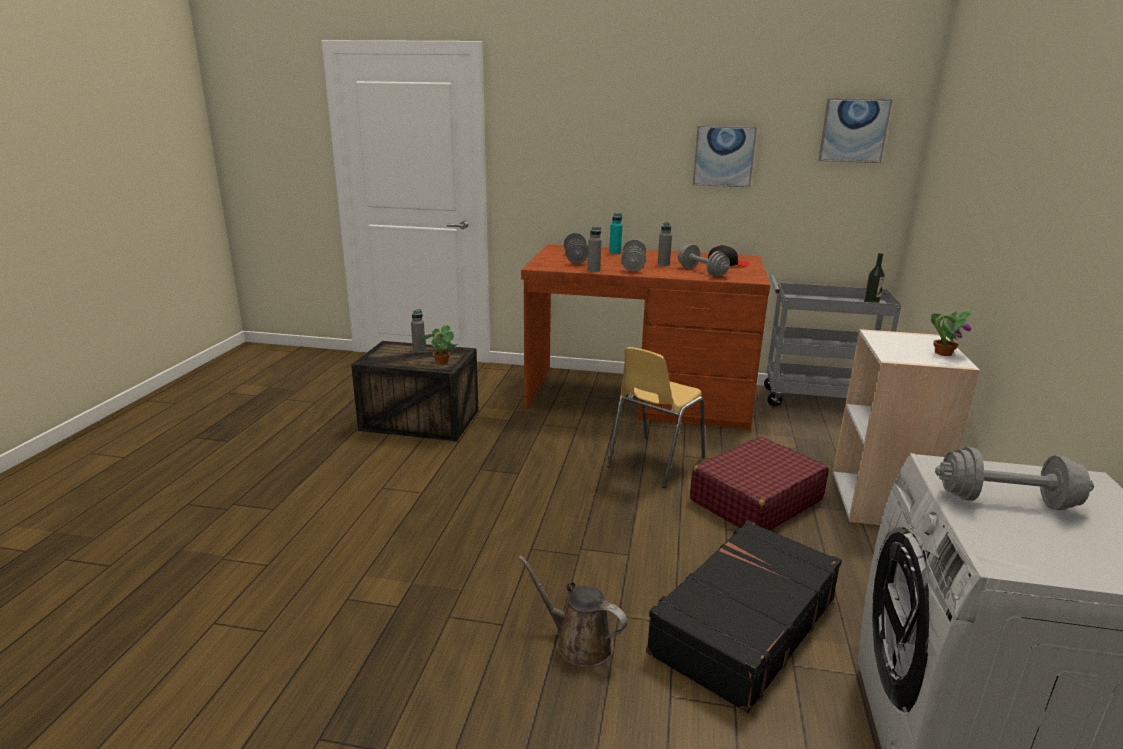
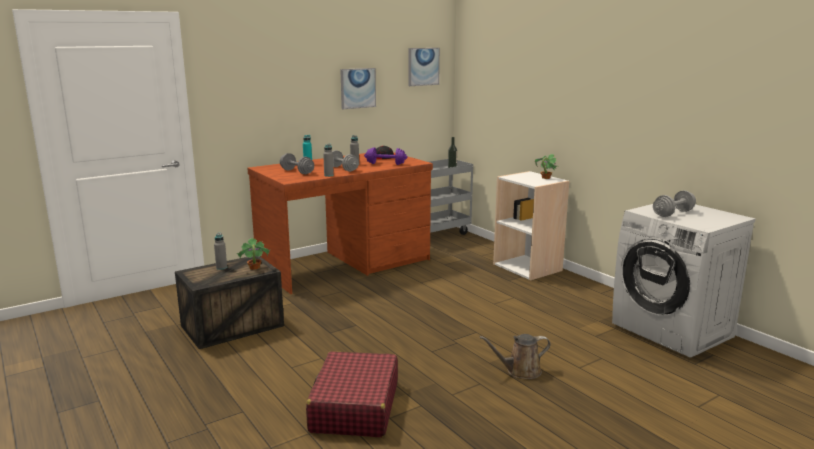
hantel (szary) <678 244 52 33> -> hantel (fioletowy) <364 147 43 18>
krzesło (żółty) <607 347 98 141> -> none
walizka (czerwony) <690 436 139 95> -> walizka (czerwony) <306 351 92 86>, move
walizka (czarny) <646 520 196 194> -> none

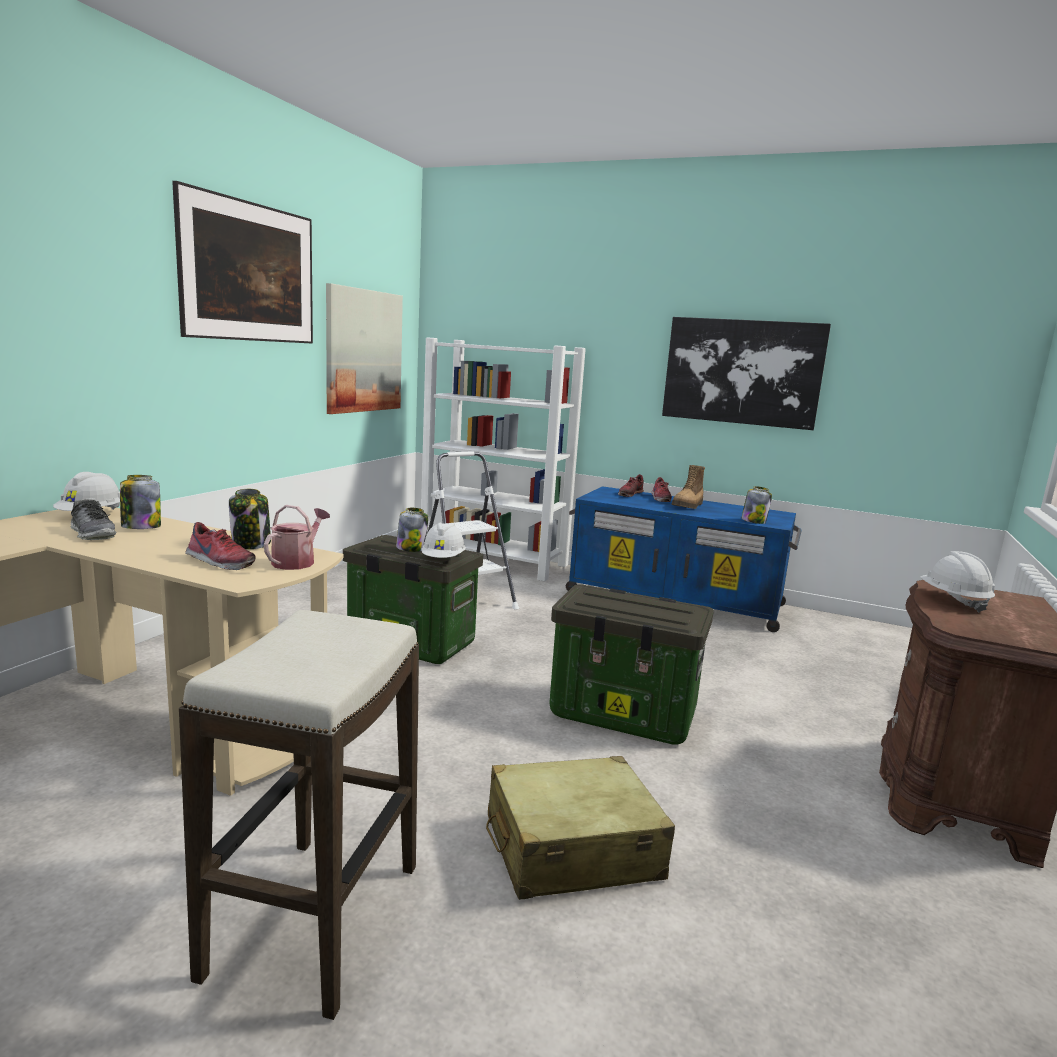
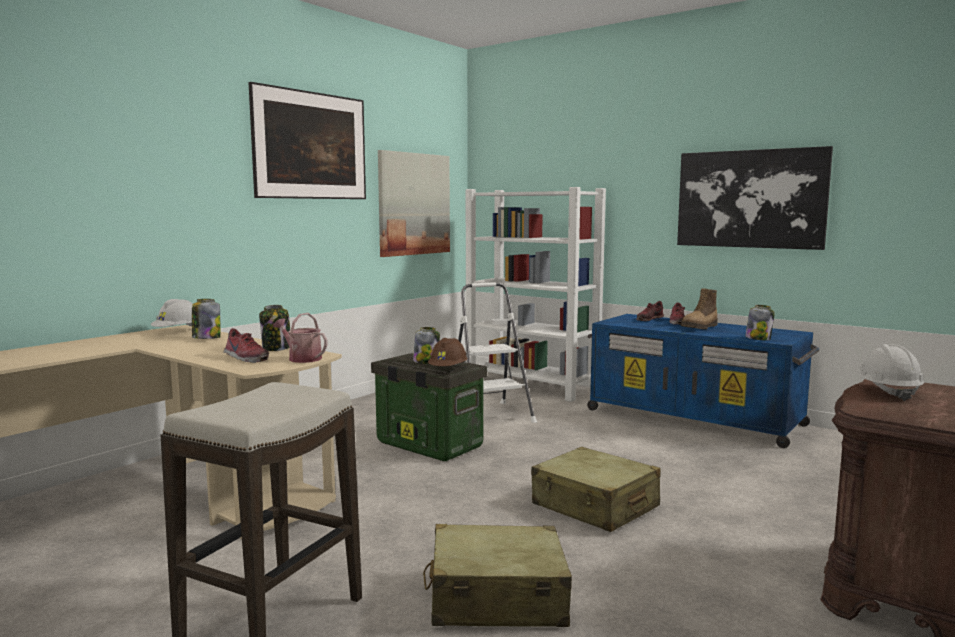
but <71 499 45 41> -> none
konewka <264 505 66 65> -> konewka <273 313 55 50>, 90 degrees counterclockwise
kask (biały) <422 522 44 36> -> kask (brązowy) <428 338 39 28>
pojemnik do przechowywania <549 584 165 161> -> walizka (beżowy) <531 447 130 85>

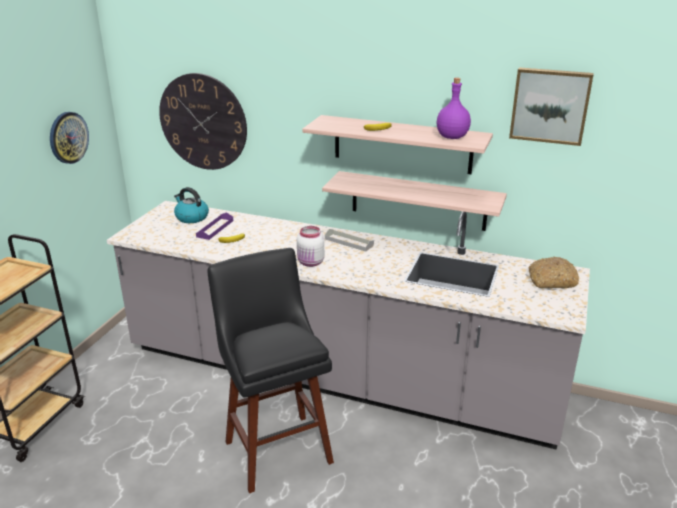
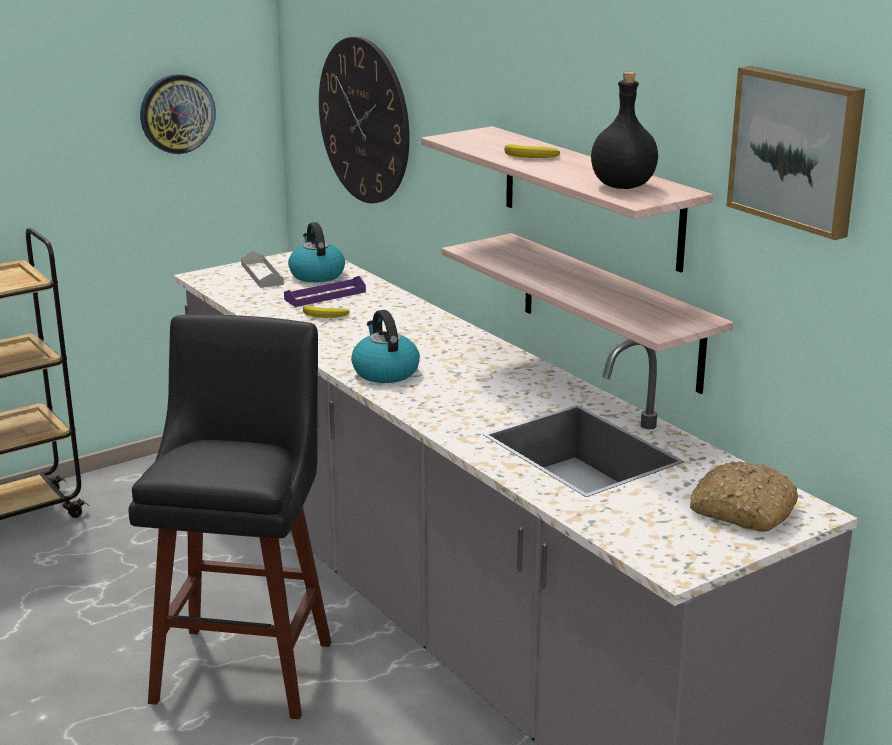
butelka (fioletowy) <437 78 34 61> -> butelka (czarny) <591 72 67 117>
słoik (biały) <297 226 27 41> -> czajnik <351 310 69 73>
taca (szary) <325 229 49 23> -> taca (szary) <241 251 43 37>, move

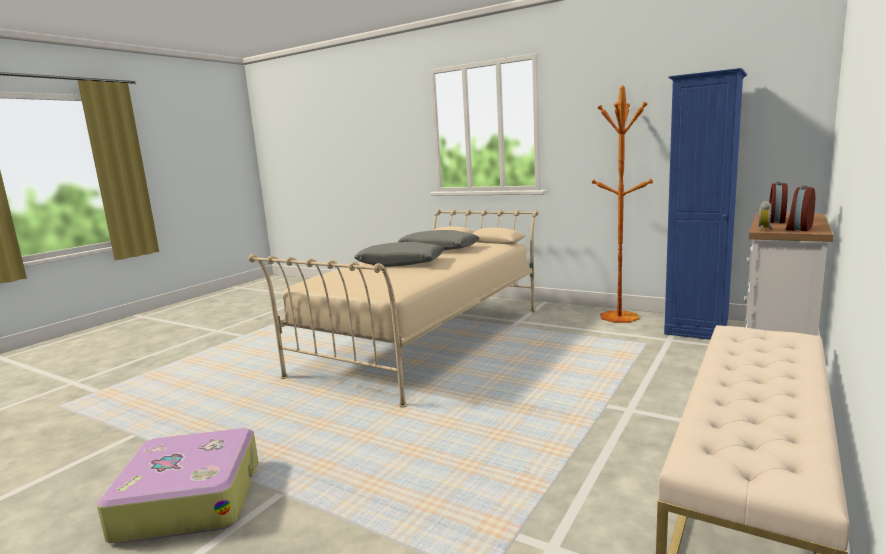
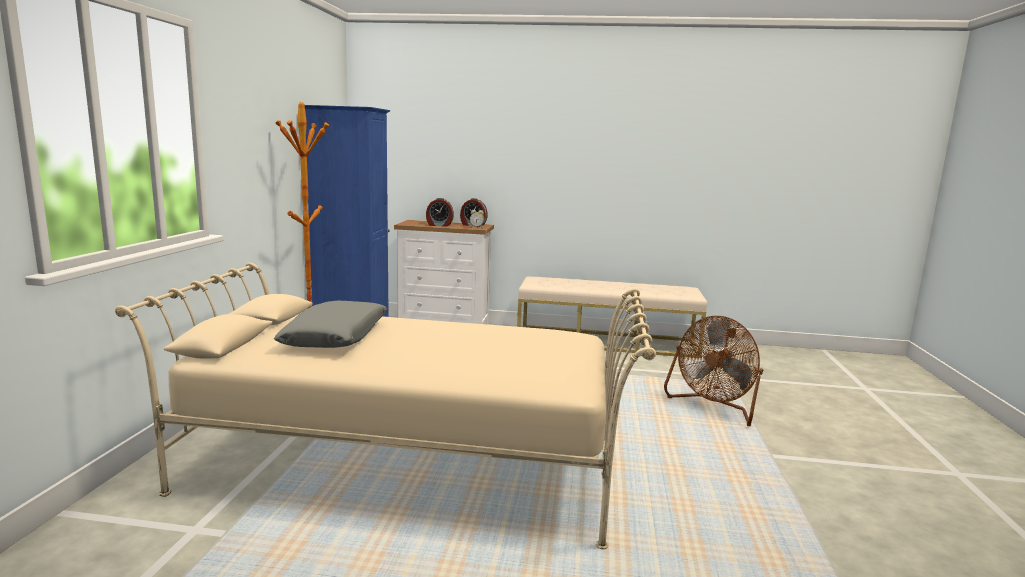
poduszka (szary) <354 242 90 25> -> none
walizka <97 428 161 115> -> none
none -> wentylator (brązowy) <664 316 99 110>

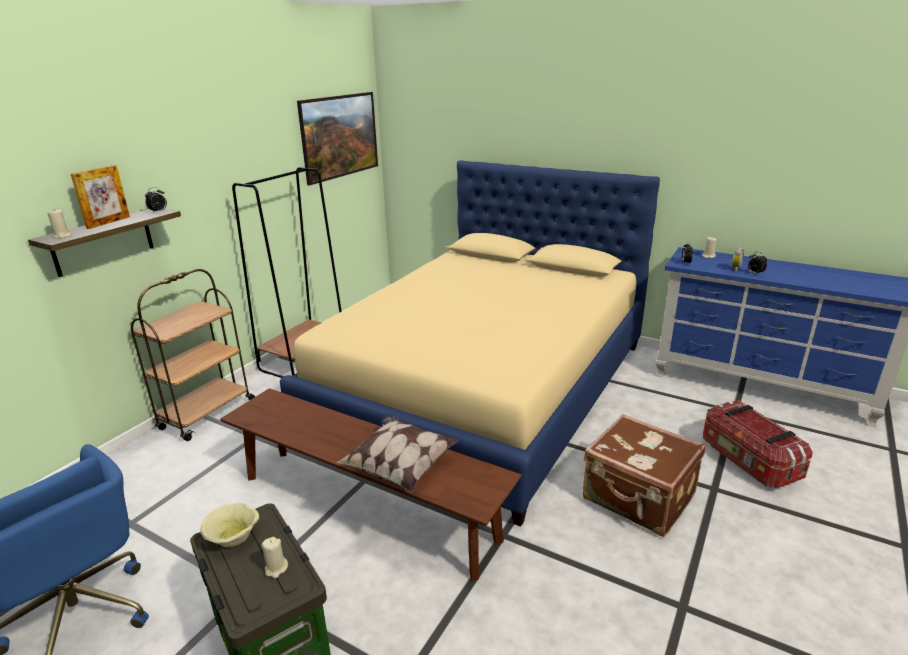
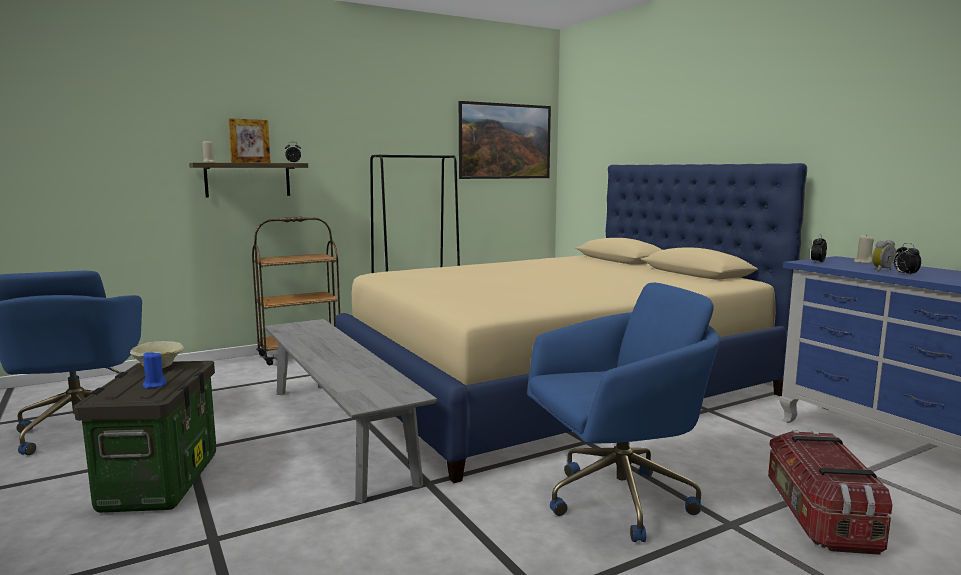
ławka (brązowy) <220 388 302 193> -> ławka (szary) <265 319 172 184>
walizka (brązowy) <583 414 123 123> -> krzesło biurowe (niebieski) <527 283 193 259>
poduszka <336 416 123 76> -> none
świeca (beżowy) <262 537 26 41> -> świeca (niebieski) <143 351 24 38>

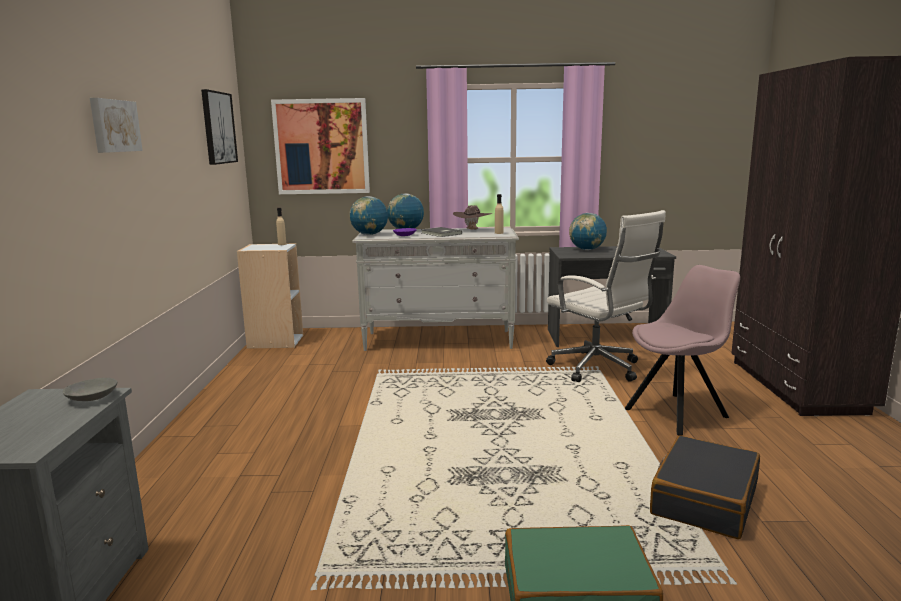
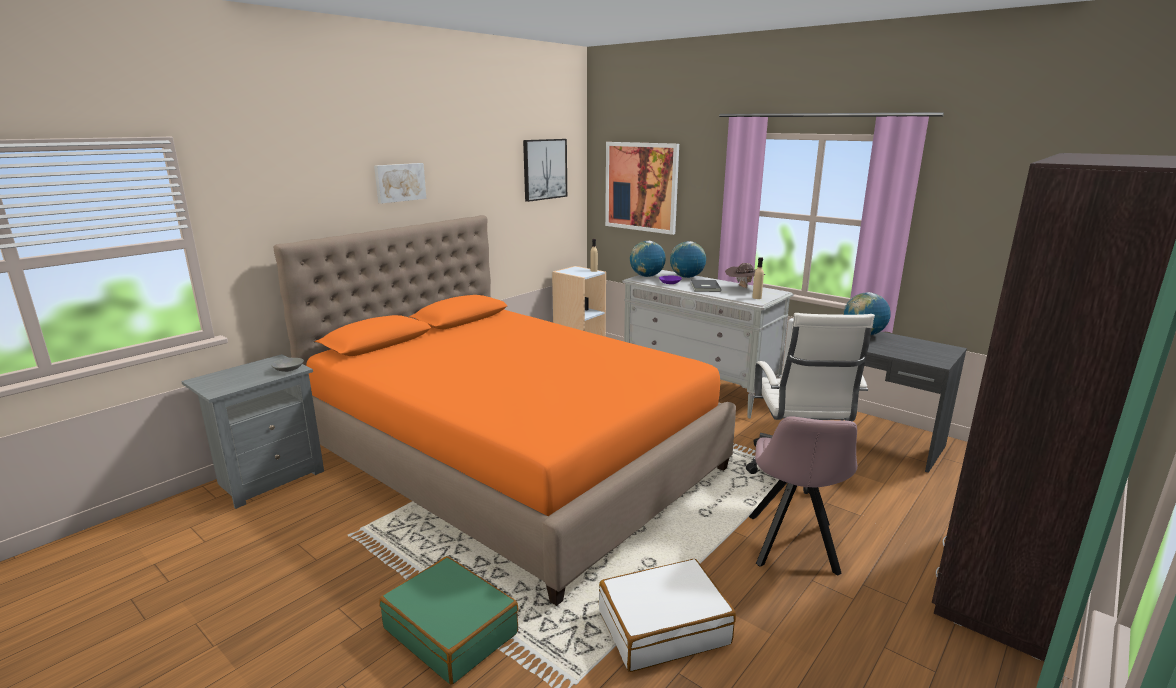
krzesło (różowy) <625 265 115 171> -> krzesło (różowy) <749 416 108 160>, 90 degrees clockwise
walizka (czarny) <650 436 110 103> -> walizka (biały) <599 559 137 113>
none -> łóżko (pomarańczowy) <274 215 462 391>

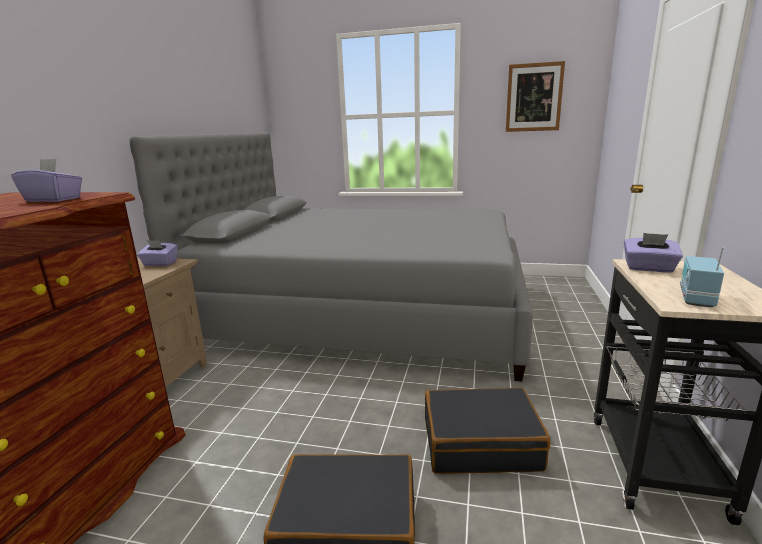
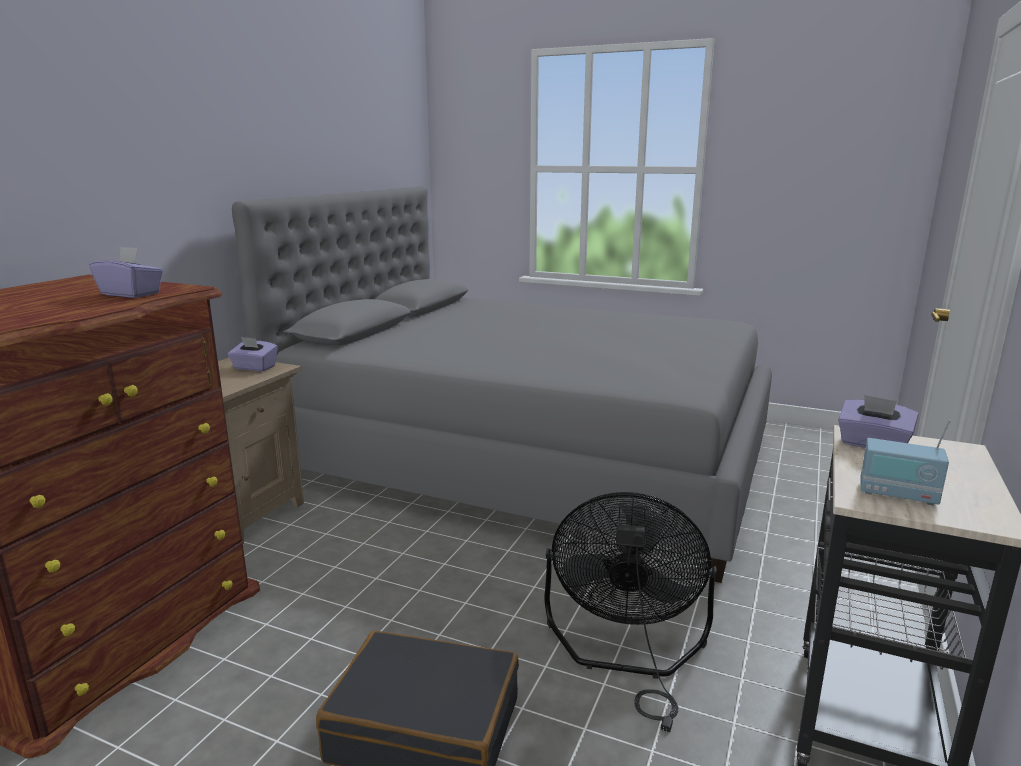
obraz <506 61 59 71> -> none
radio <680 247 44 60> -> radio <860 420 91 86>, 105 degrees counterclockwise
walizka (czarny) <425 388 125 86> -> wentylator (czarny) <544 492 173 240>

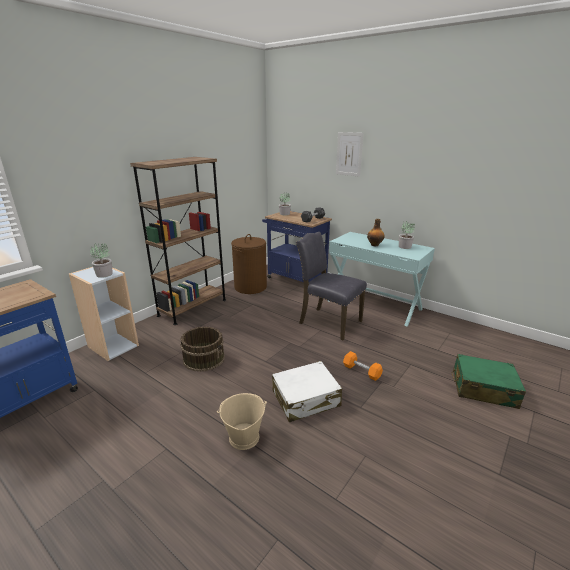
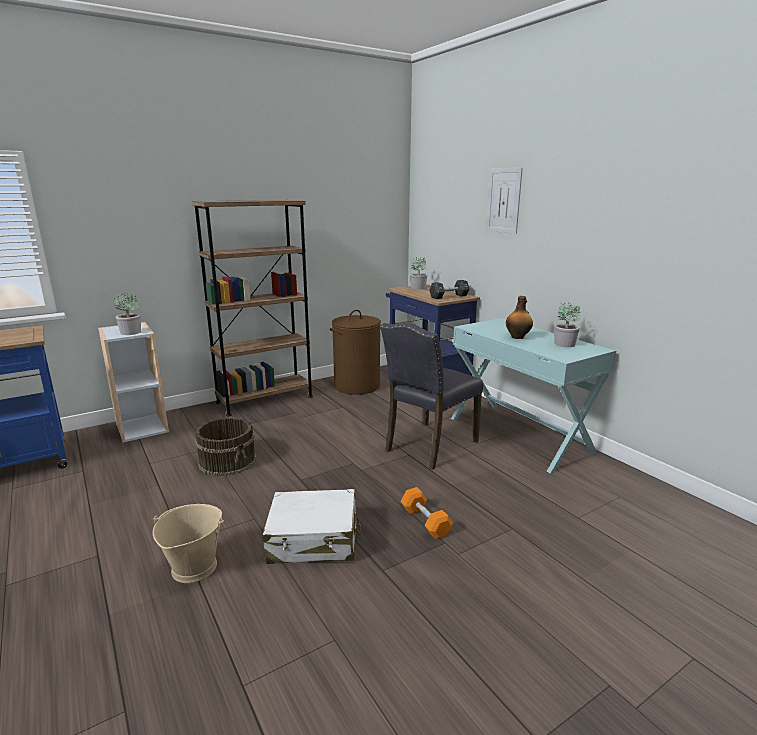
krzesło (szary) <296 232 71 108> -> krzesło (szary) <380 323 103 147>, 105 degrees counterclockwise
walizka (zielony) <452 354 74 55> -> none

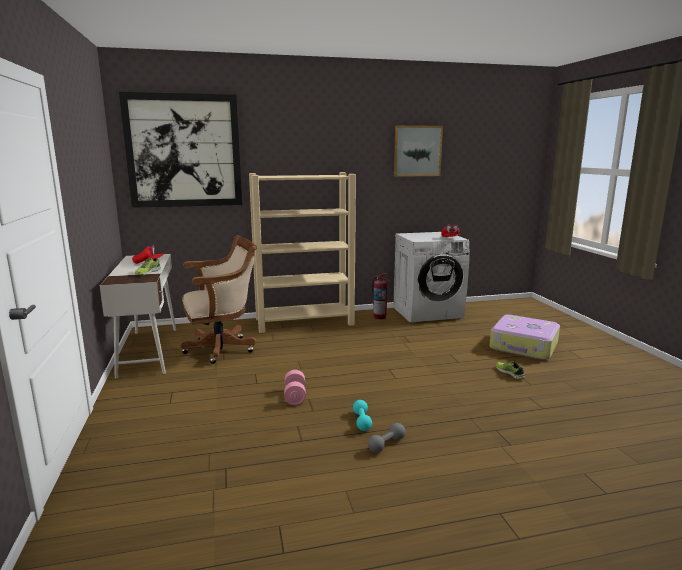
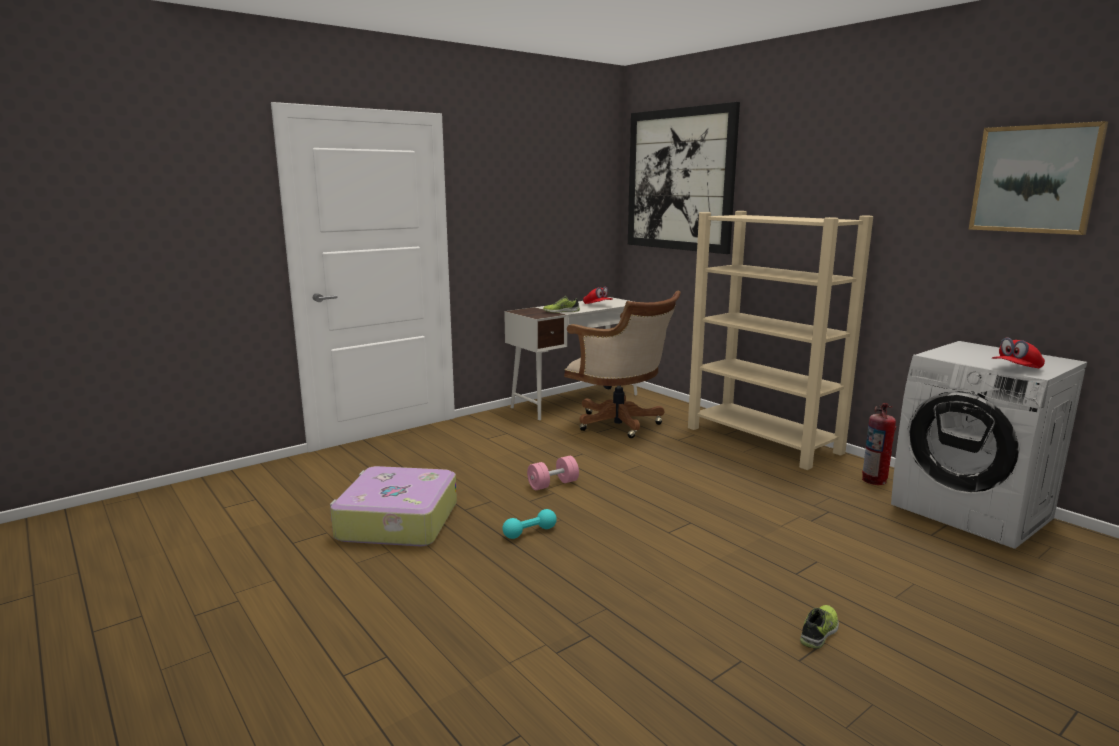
walizka <490 314 70 46> -> walizka <330 466 127 80>, move
hantel (szary) <368 423 38 30> -> none

